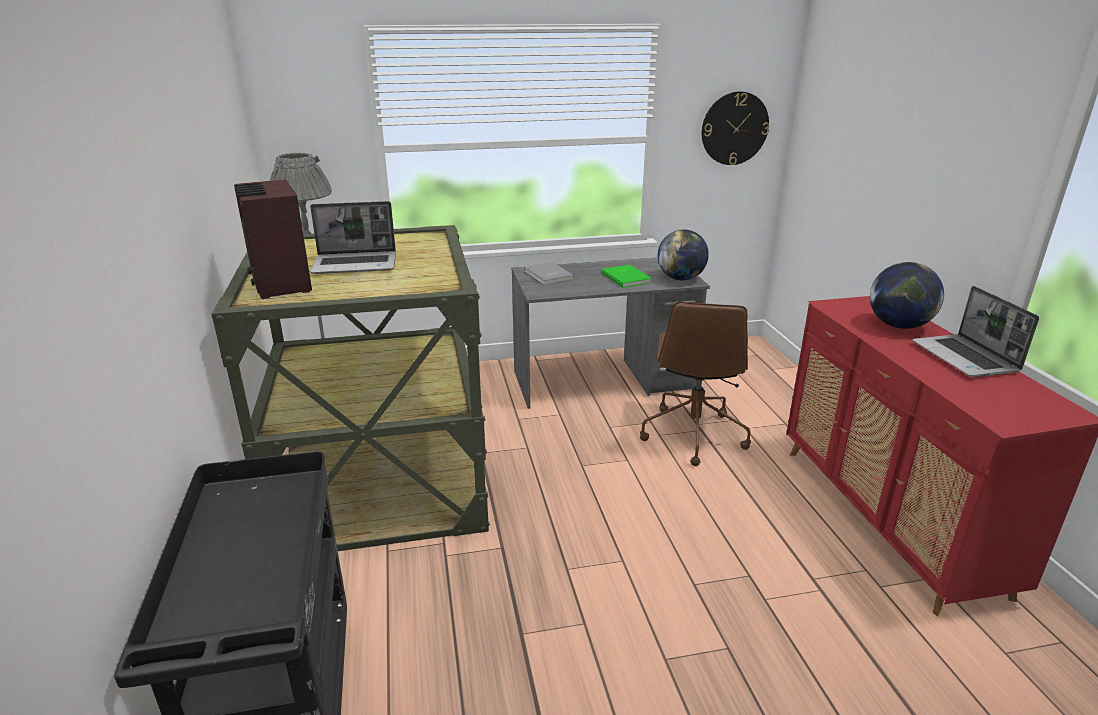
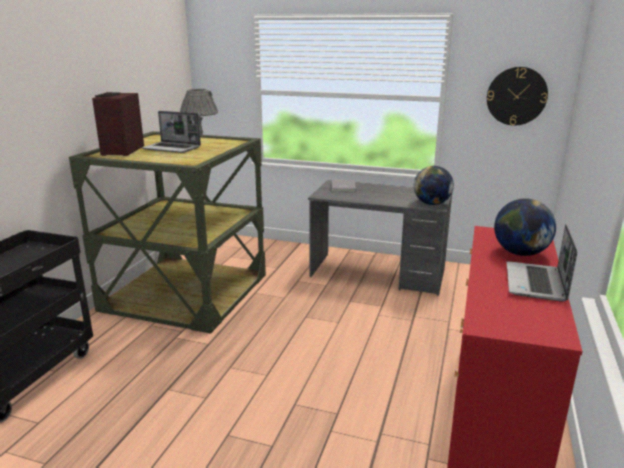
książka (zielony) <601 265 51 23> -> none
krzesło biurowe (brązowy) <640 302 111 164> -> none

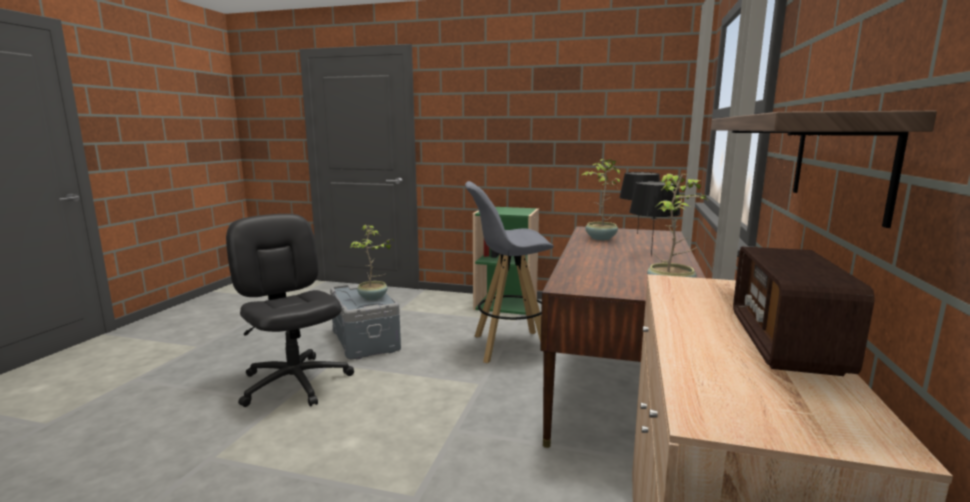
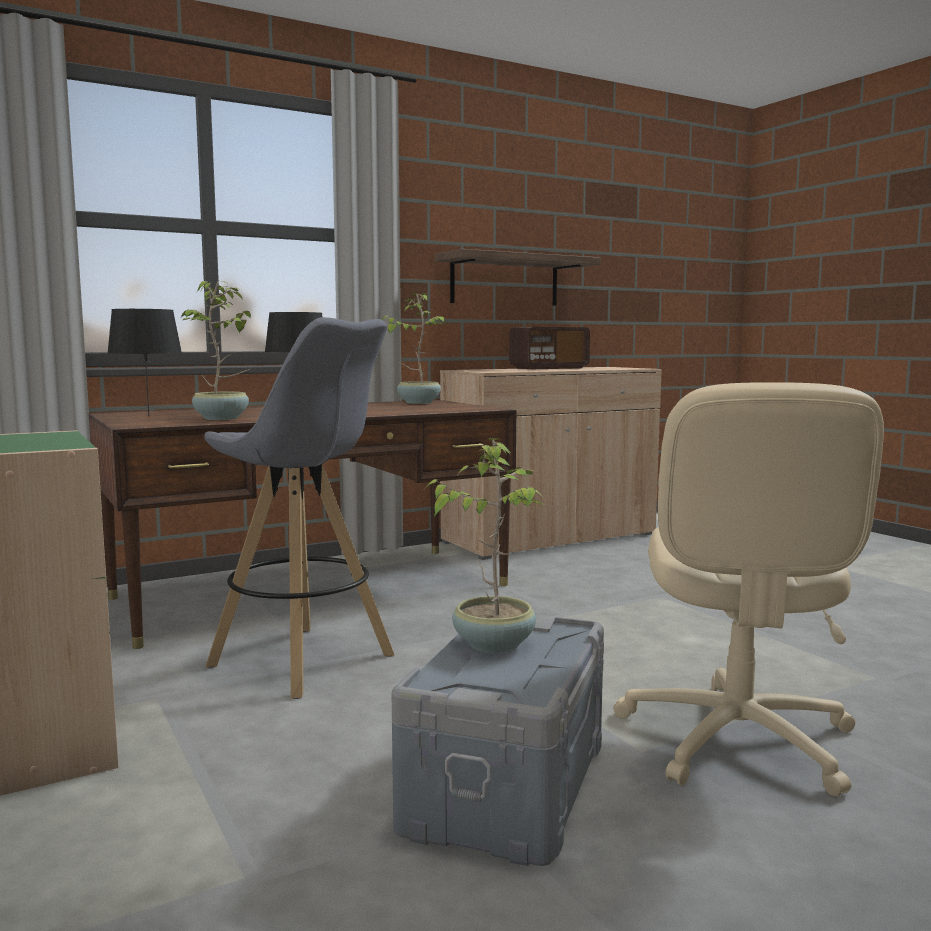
krzesło biurowe (czarny) <226 214 128 193> -> krzesło biurowe (beżowy) <613 382 271 414>

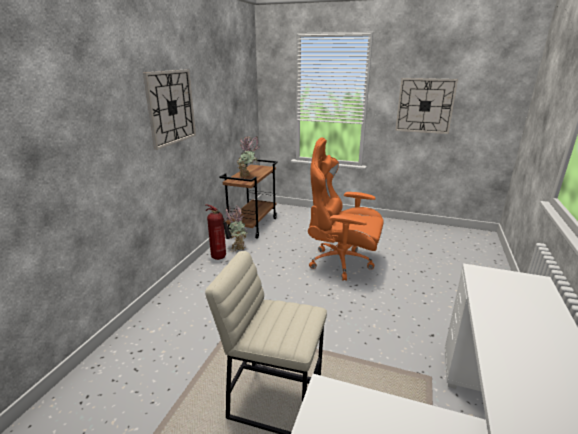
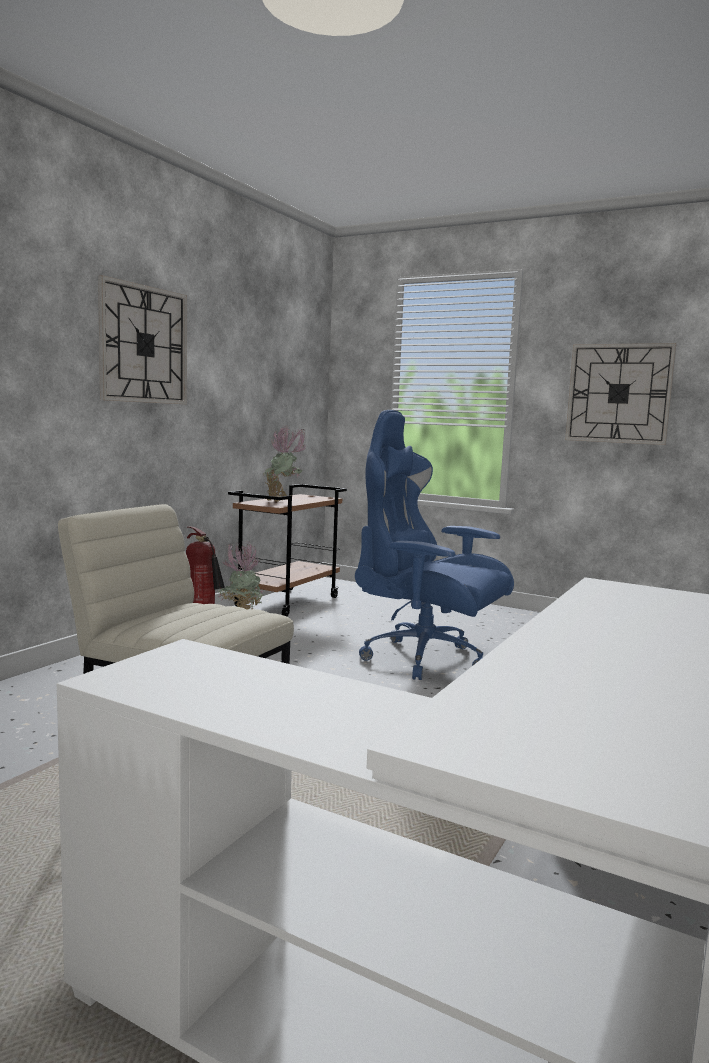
krzesło biurowe (pomarańczowy) <308 137 76 144> -> krzesło biurowe (niebieski) <355 410 159 270>

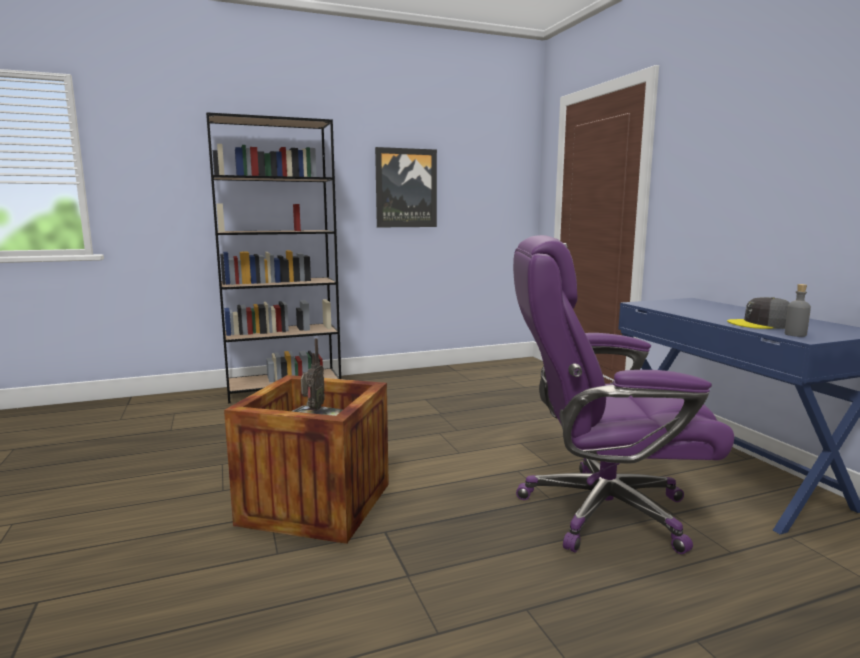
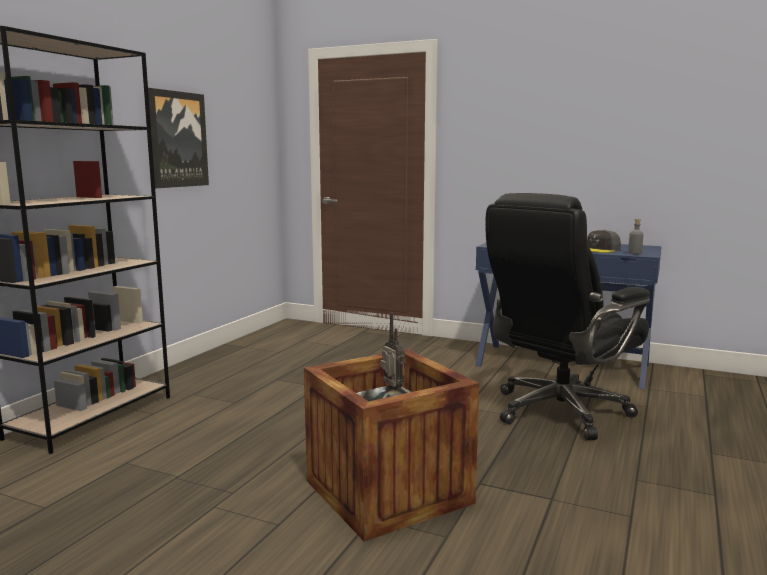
krzesło biurowe (fioletowy) <513 235 221 319> -> krzesło biurowe (czarny) <485 193 165 247>

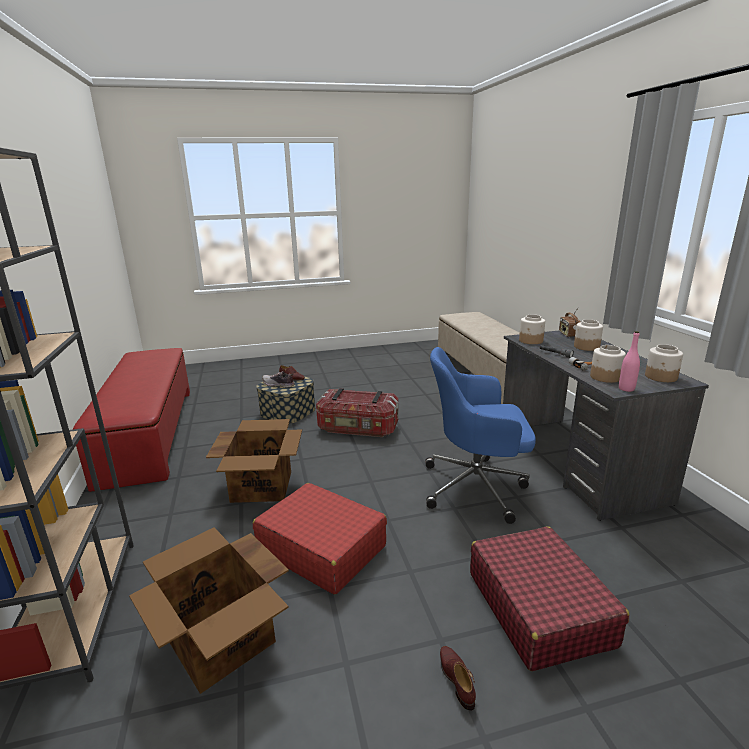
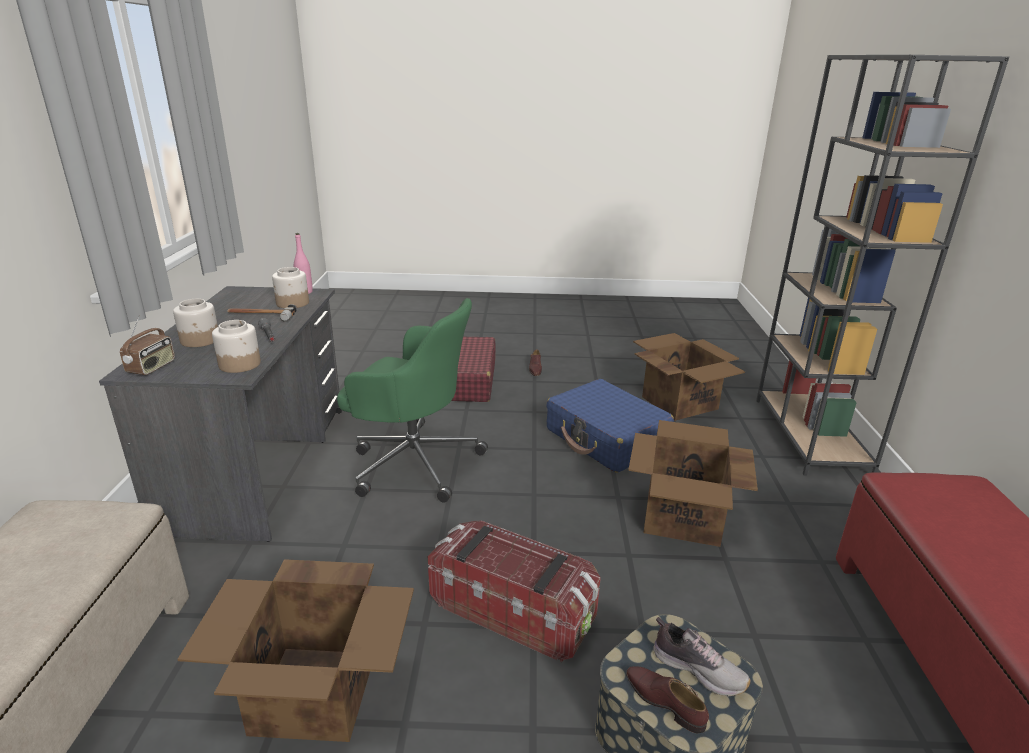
słoik <645 344 38 38> -> none
krzesło biurowe (niebieski) <425 347 111 177> -> krzesło biurowe (zielony) <337 298 151 205>
walizka (czerwony) <253 483 134 112> -> walizka (niebieski) <546 379 128 94>
none -> karton <177 559 237 183>

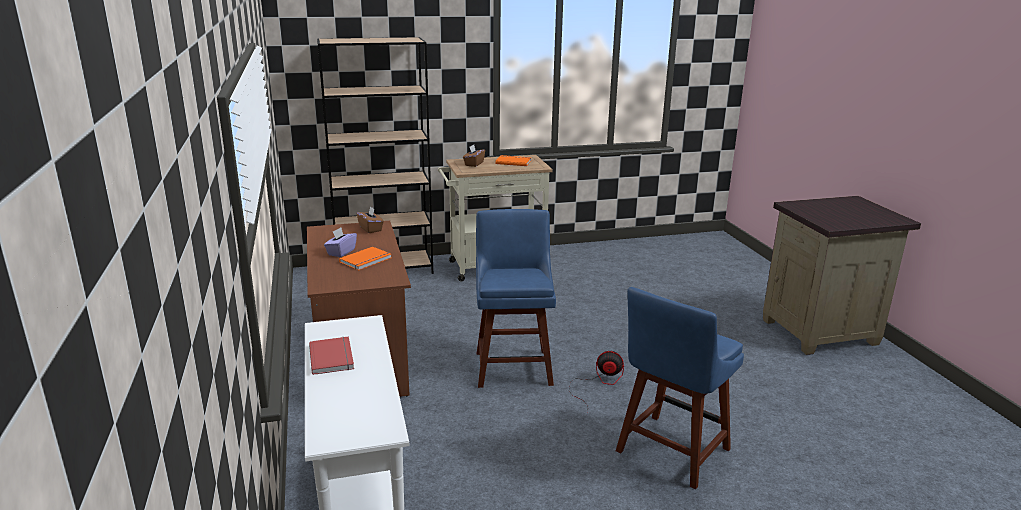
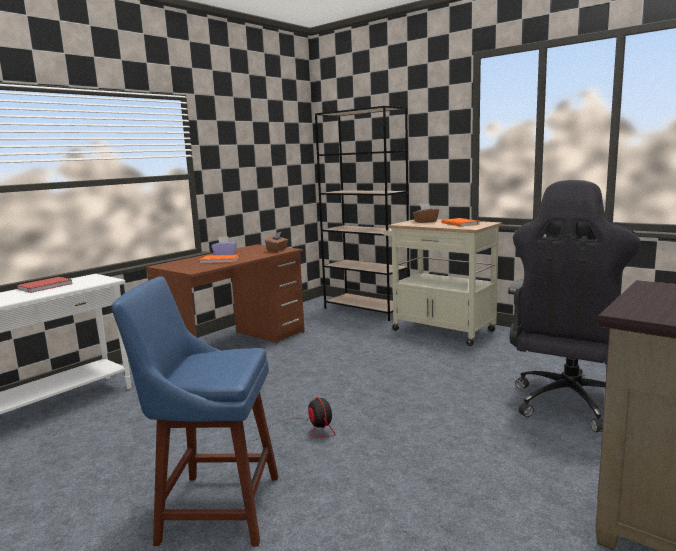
krzesło (niebieski) <476 209 80 179> -> none
none -> krzesło biurowe (czarny) <508 180 133 252>

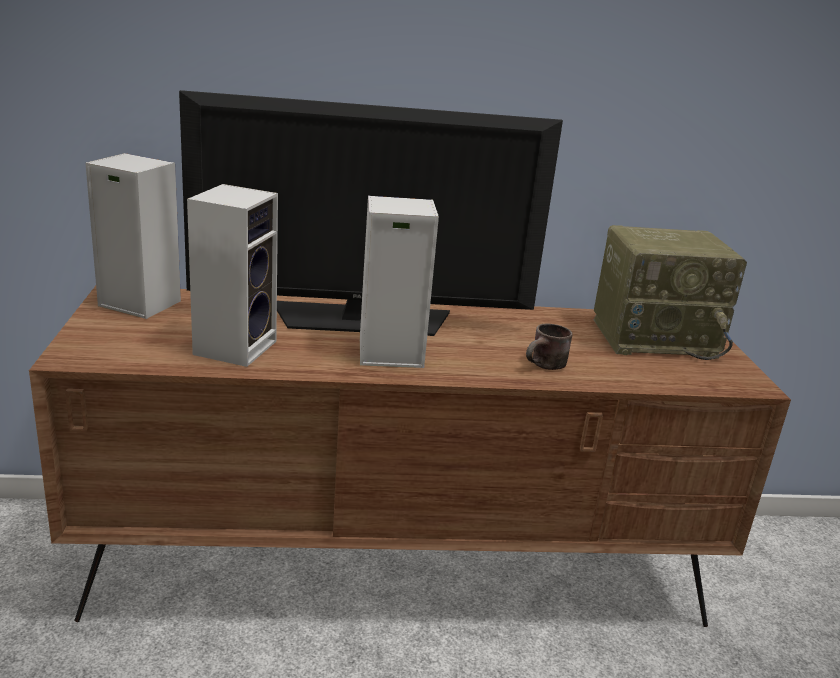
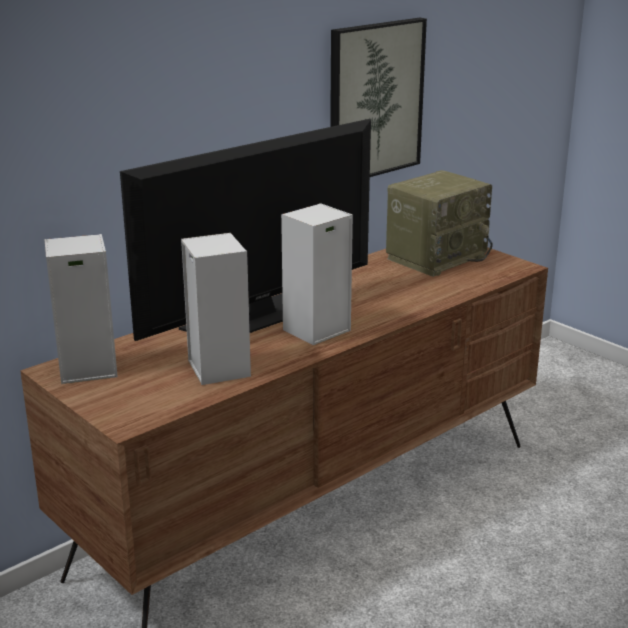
kubek (brązowy) <526 324 47 46> -> none
none -> obraz <330 18 97 159>

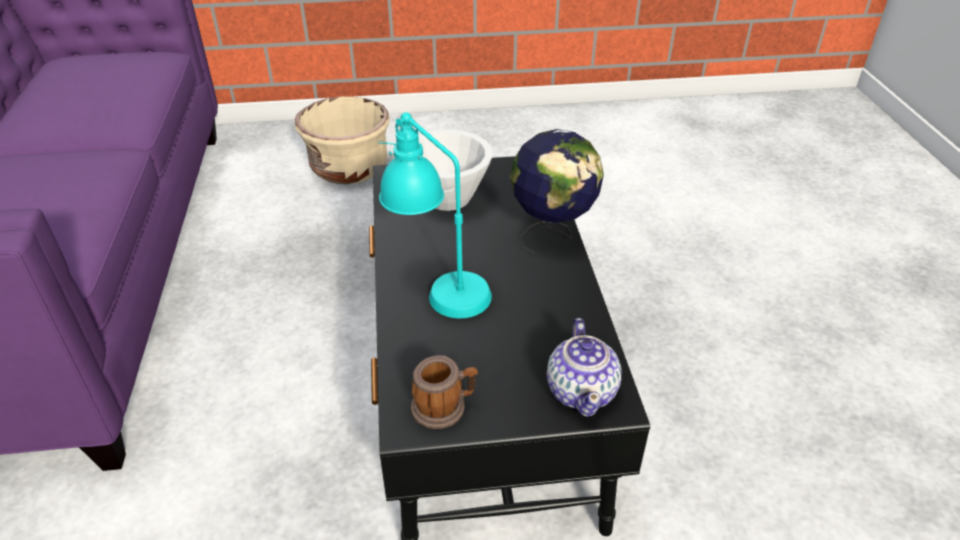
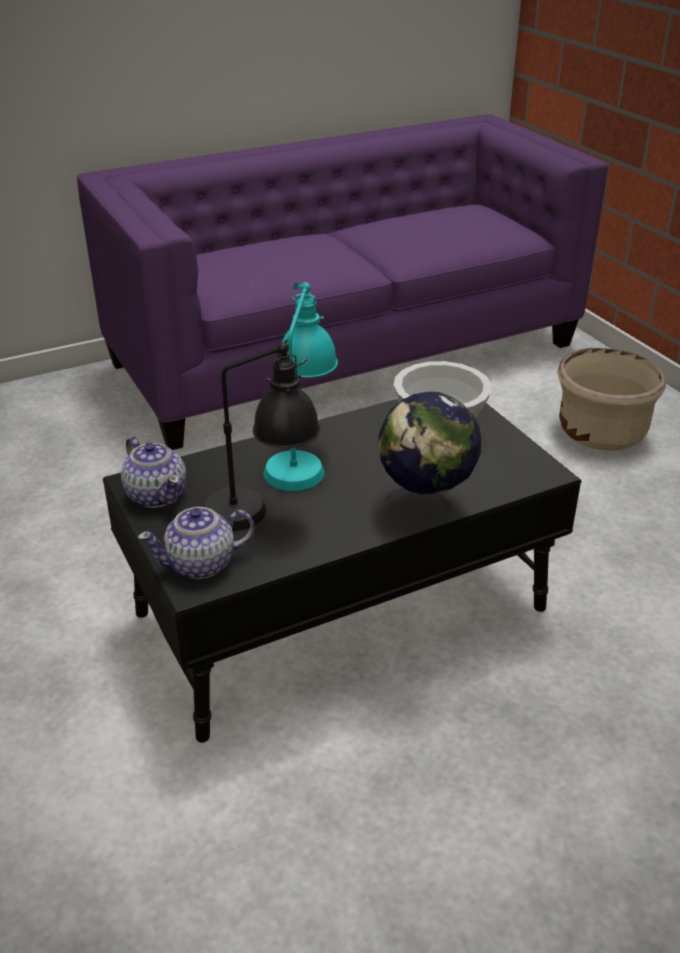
kubek <411 355 67 74> -> imbryk <121 436 65 72>
none -> lampa stołowa (czarny) <203 340 117 191>

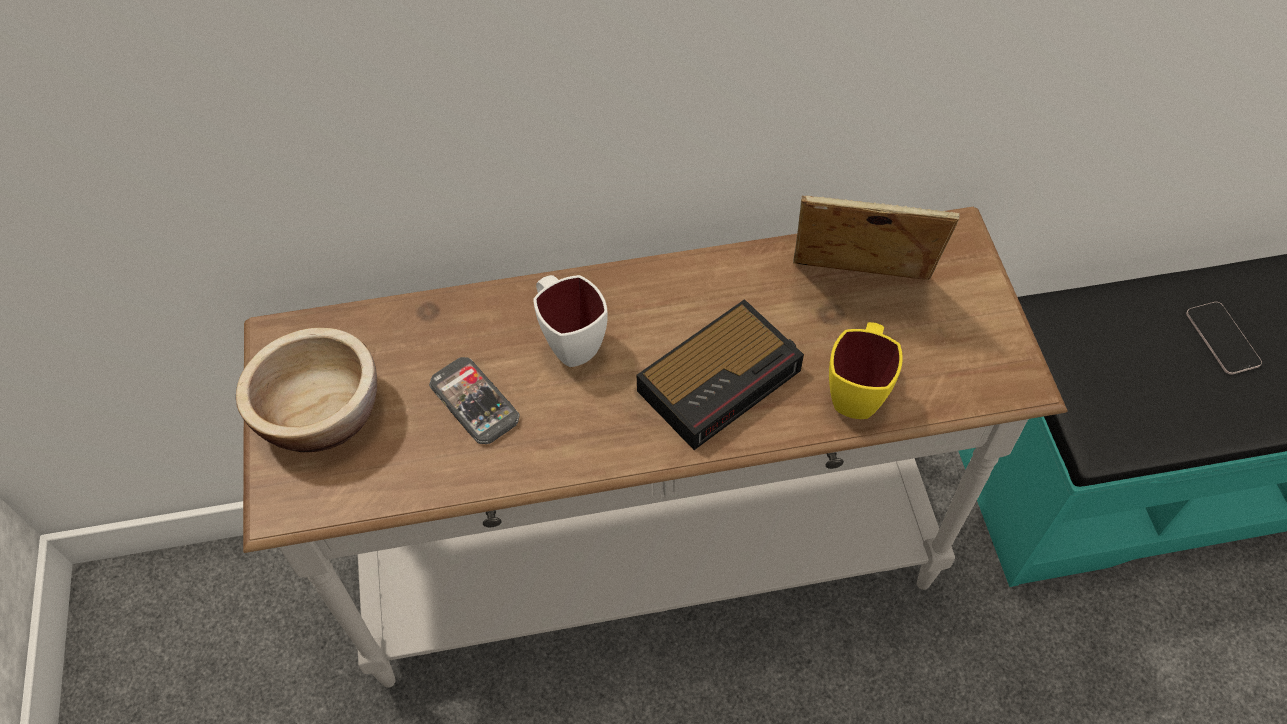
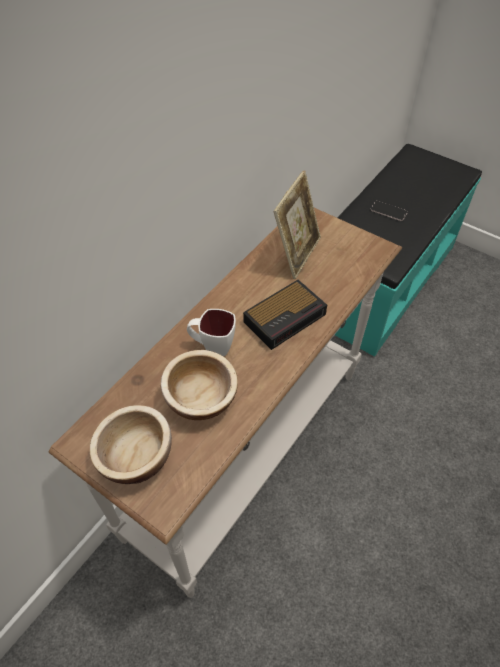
ramka na zdjęcie <793 196 167 84> -> ramka na zdjęcie <273 170 48 109>, 150 degrees clockwise
budzik <637 299 167 151> -> budzik <243 280 84 70>, 45 degrees clockwise
kubek (żółty) <829 322 74 97> -> none
telefon <429 357 91 87> -> miska <161 350 77 70>

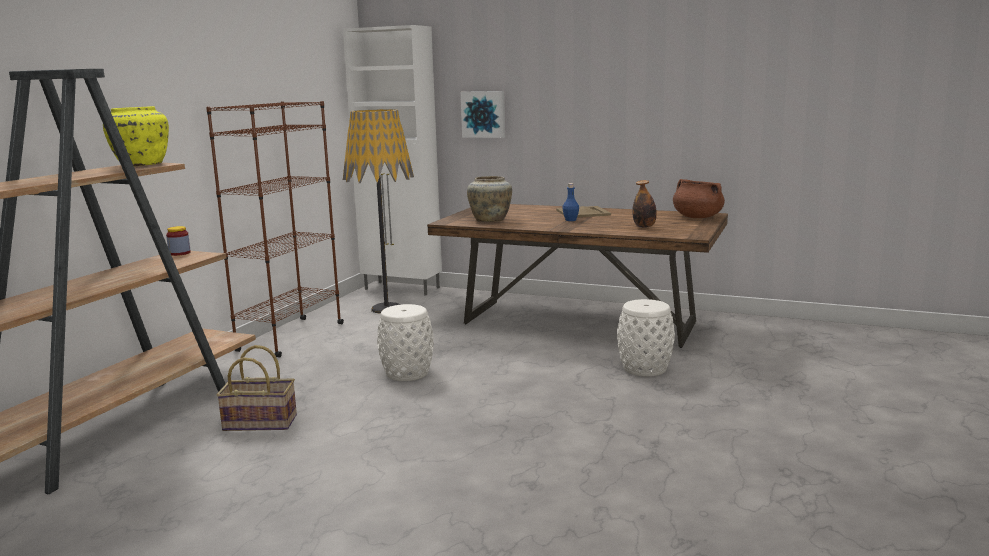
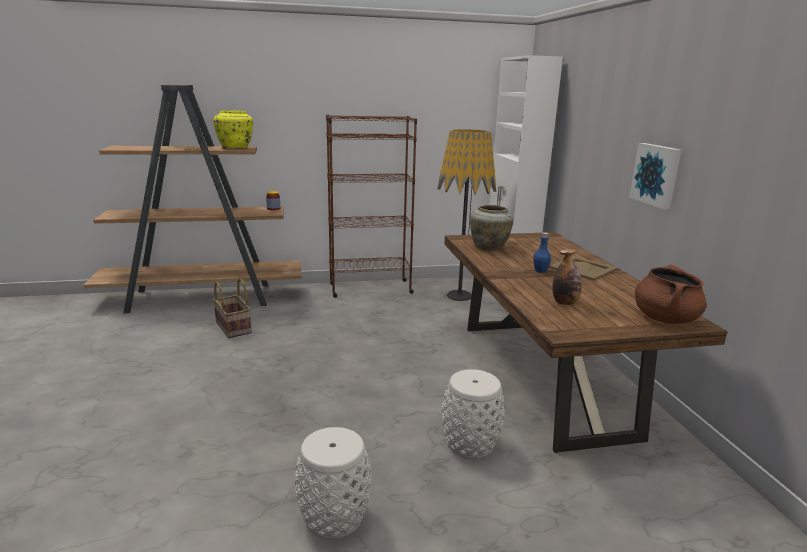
obraz <461 91 44 47> -> obraz <629 143 52 67>, move
stołek (biały) <377 304 57 77> -> stołek (biały) <295 427 76 112>, move

